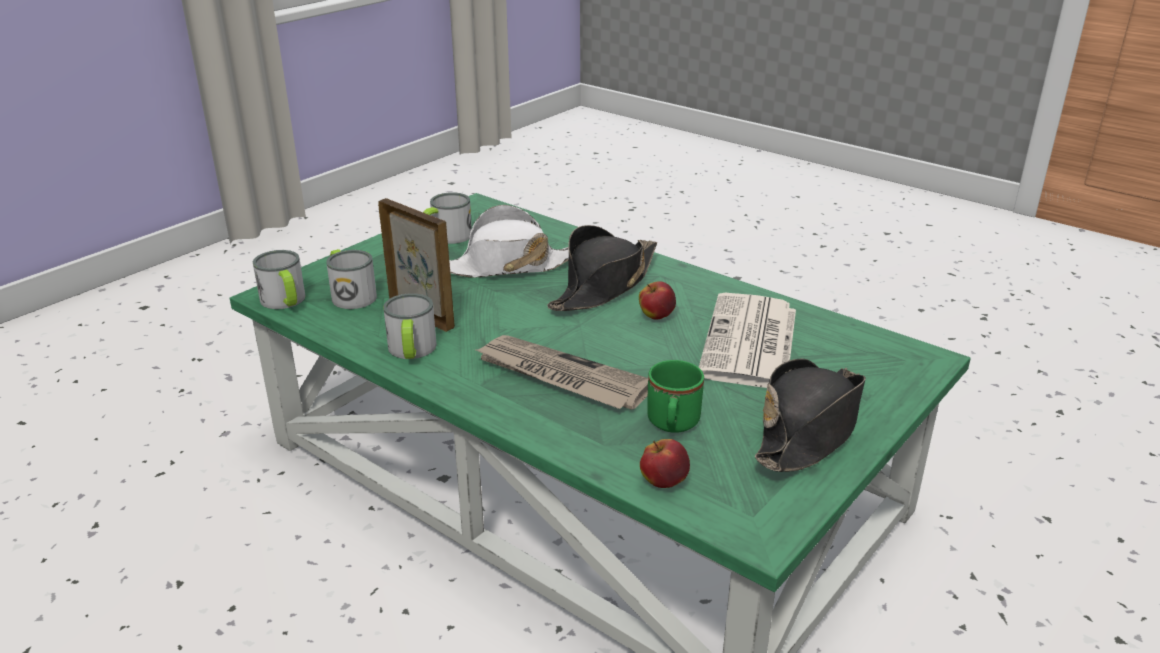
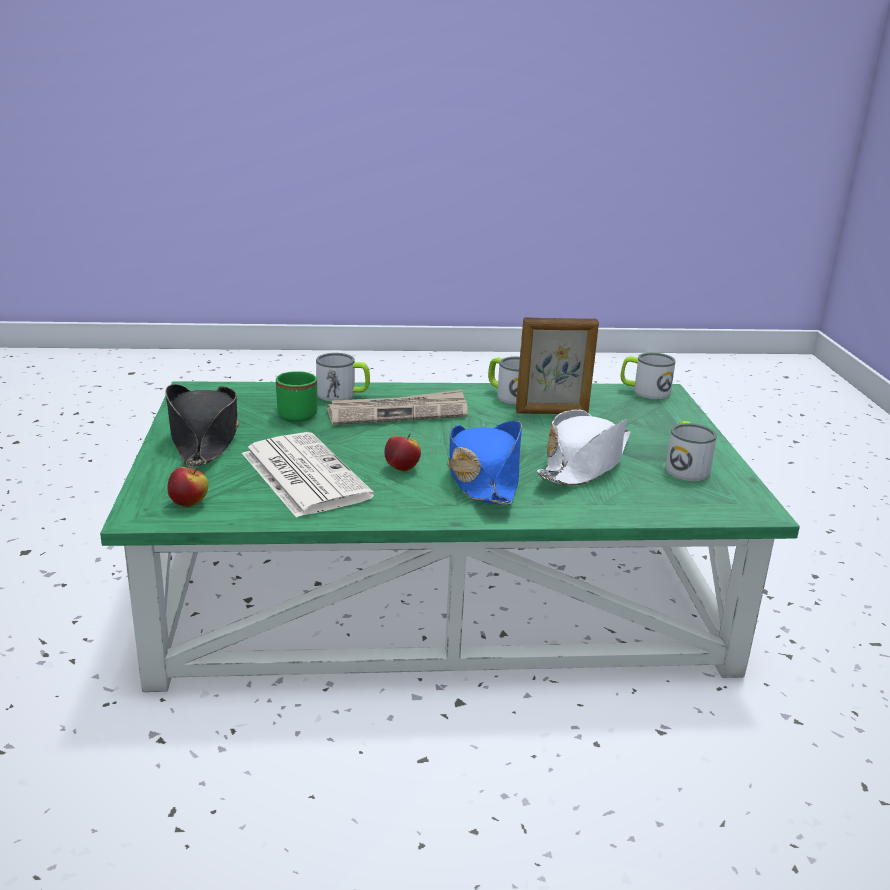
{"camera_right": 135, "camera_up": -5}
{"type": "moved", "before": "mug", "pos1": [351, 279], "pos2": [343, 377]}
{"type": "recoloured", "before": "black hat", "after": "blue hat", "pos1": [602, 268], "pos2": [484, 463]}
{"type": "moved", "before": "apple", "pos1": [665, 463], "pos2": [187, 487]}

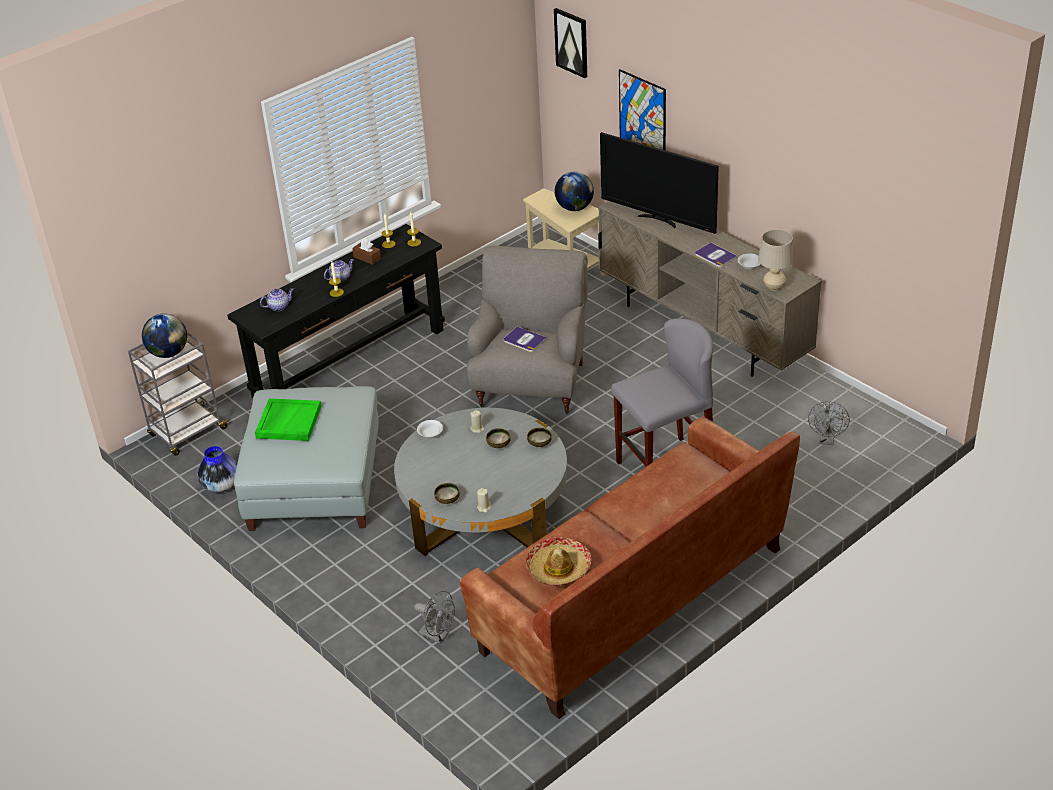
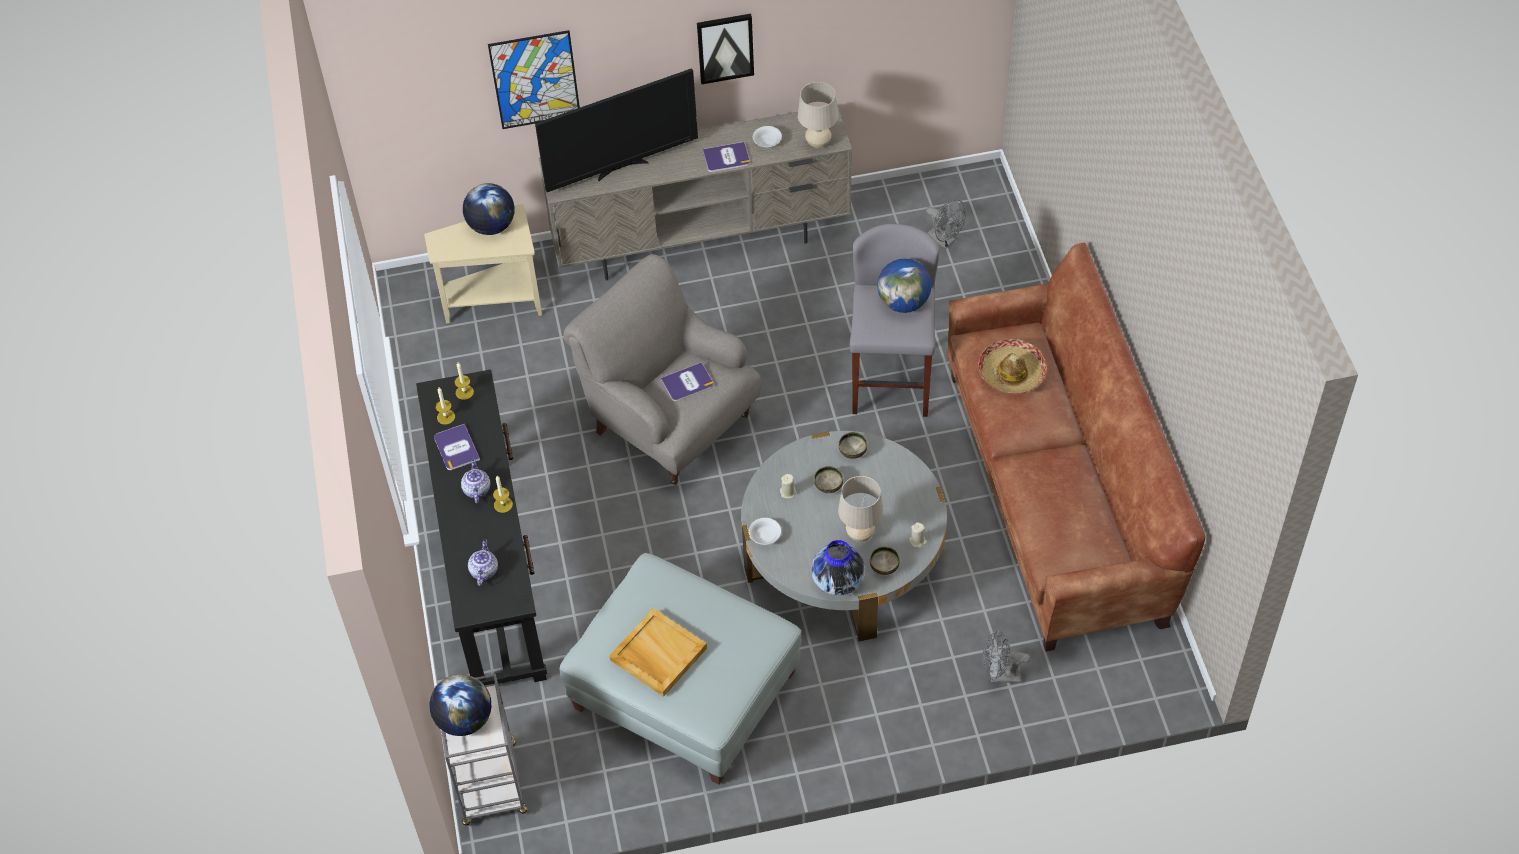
{"camera_right": -60, "camera_up": 15}
{"type": "moved", "before": "vase", "pos1": [217, 469], "pos2": [838, 568]}
{"type": "recoloured", "before": "green tray", "after": "beige tray", "pos1": [288, 419], "pos2": [658, 652]}
{"type": "replaced", "before": "brown tissue box", "after": "book", "pos1": [366, 252], "pos2": [457, 447]}
{"type": "turned", "before": "grey fan", "pos1": [434, 617], "pos2": [1006, 656], "turn": -150}
{"type": "moved", "before": "hat", "pos1": [559, 561], "pos2": [1012, 366]}
{"type": "moved", "before": "picture", "pos1": [570, 43], "pos2": [725, 49]}
{"type": "added", "after": "beige table lamp", "pos2": [860, 509]}
{"type": "added", "after": "globe", "pos2": [904, 286]}

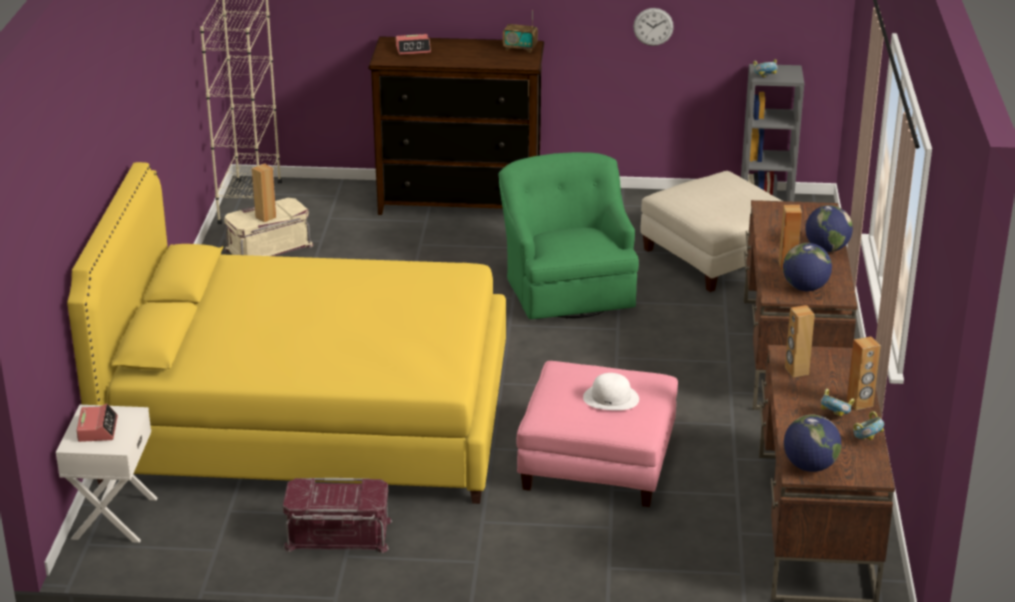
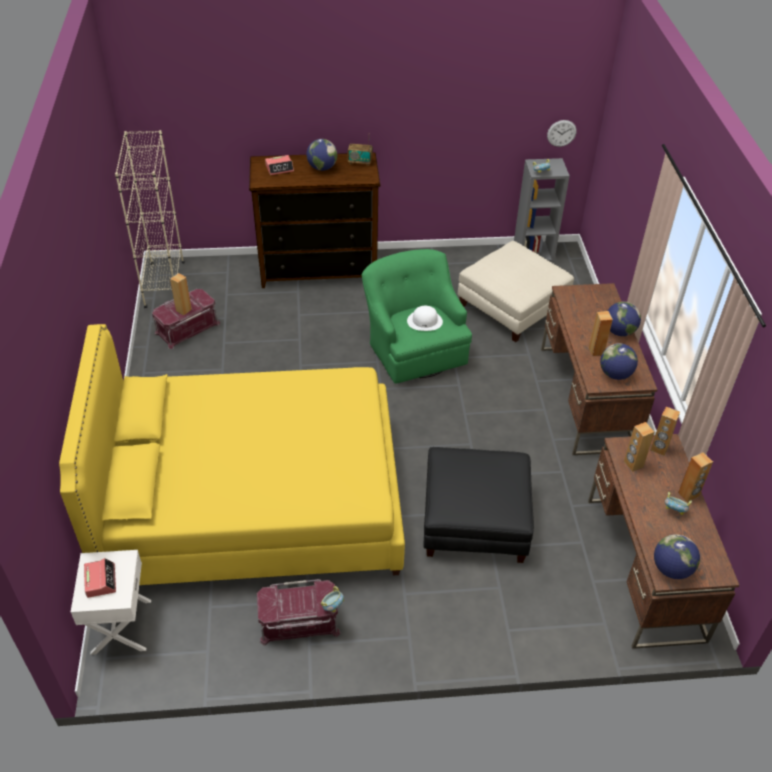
{"camera_right": -10, "camera_up": 15}
{"type": "recoloured", "before": "beige storage box", "after": "red storage box", "pos1": [268, 227], "pos2": [186, 319]}
{"type": "recoloured", "before": "pink ottoman", "after": "black ottoman", "pos1": [597, 434], "pos2": [478, 505]}
{"type": "moved", "before": "white hat", "pos1": [611, 391], "pos2": [425, 318]}
{"type": "moved", "before": "wall clock", "pos1": [653, 27], "pos2": [562, 133]}
{"type": "moved", "before": "bowl", "pos1": [868, 425], "pos2": [332, 599]}
{"type": "added", "after": "globe", "pos2": [321, 155]}
{"type": "added", "after": "brown speaker", "pos2": [665, 431]}

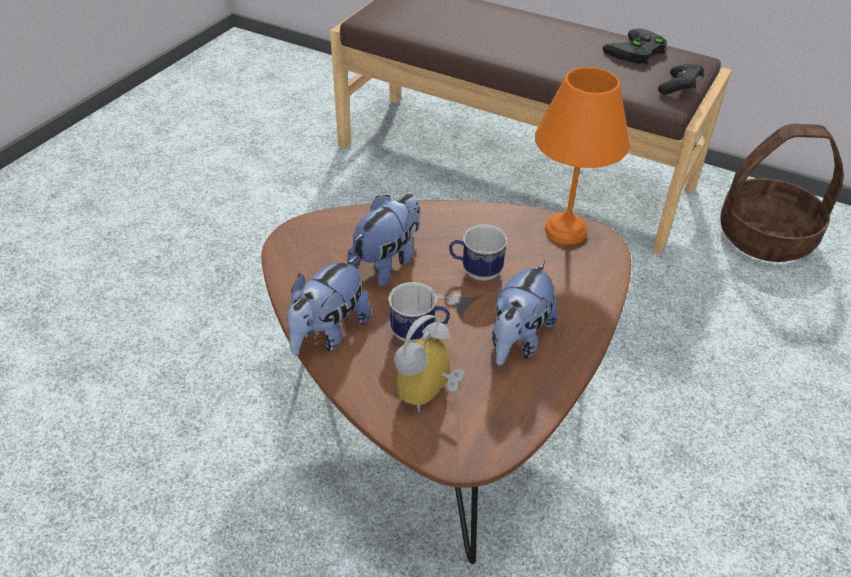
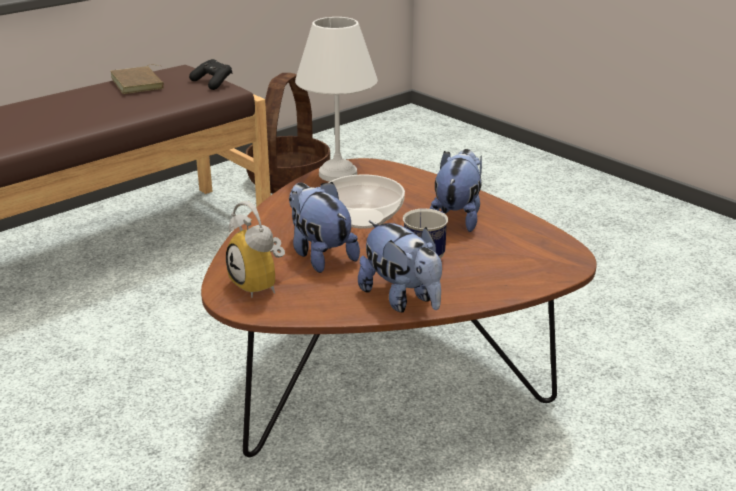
{"camera_right": -70, "camera_up": -15}
{"type": "moved", "before": "alarm clock", "pos1": [429, 363], "pos2": [255, 249]}
{"type": "replaced", "before": "mug", "after": "bowl", "pos1": [478, 253], "pos2": [366, 201]}
{"type": "turned", "before": "plush toy", "pos1": [525, 313], "pos2": [455, 190], "turn": -120}
{"type": "recoloured", "before": "orange table lamp", "after": "white table lamp", "pos1": [582, 156], "pos2": [336, 99]}
{"type": "replaced", "before": "black game controller", "after": "brown book", "pos1": [635, 46], "pos2": [137, 79]}

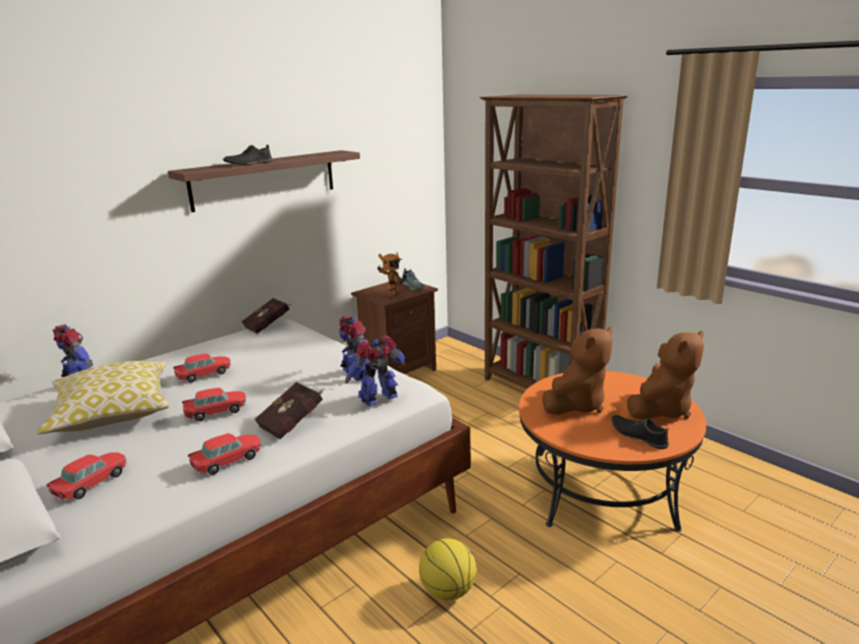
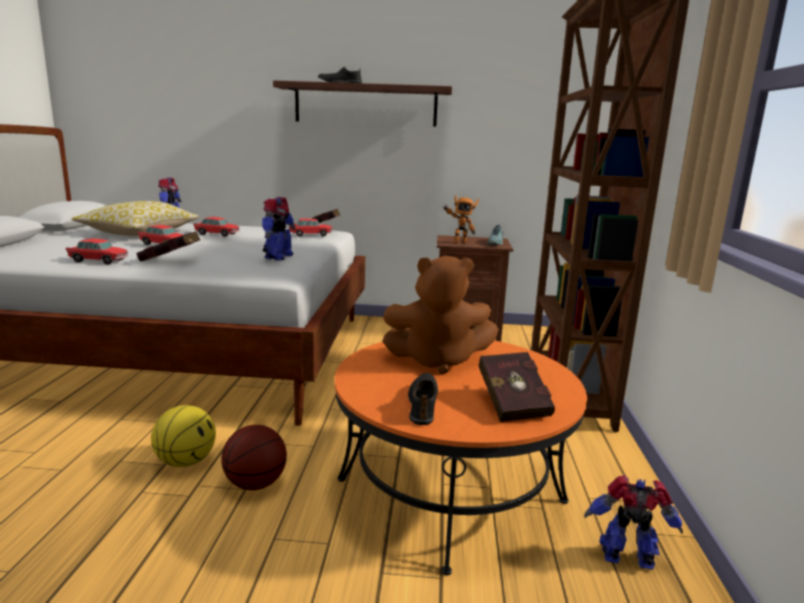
{"camera_right": 45, "camera_up": -5}
{"type": "moved", "before": "toy car", "pos1": [86, 476], "pos2": [310, 227]}
{"type": "moved", "before": "toy robot", "pos1": [375, 371], "pos2": [633, 523]}
{"type": "replaced", "before": "brown plush toy", "after": "red book", "pos1": [665, 375], "pos2": [516, 387]}
{"type": "added", "after": "basketball", "pos2": [254, 457]}

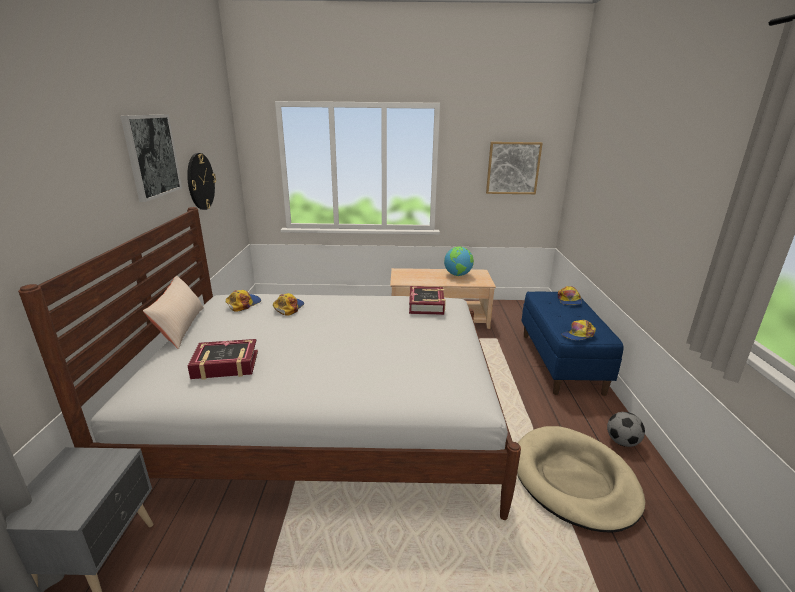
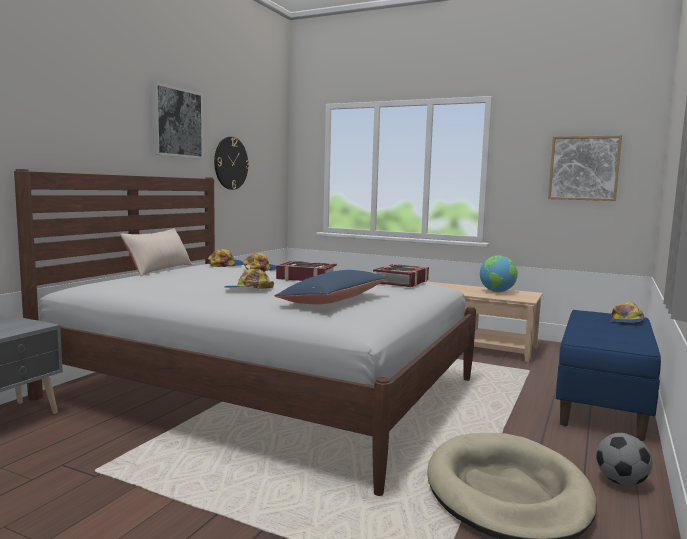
{"camera_right": 25, "camera_up": -15}
{"type": "moved", "before": "book", "pos1": [223, 359], "pos2": [306, 271]}
{"type": "moved", "before": "cap", "pos1": [578, 330], "pos2": [249, 279]}
{"type": "added", "after": "blue pillow", "pos2": [331, 287]}

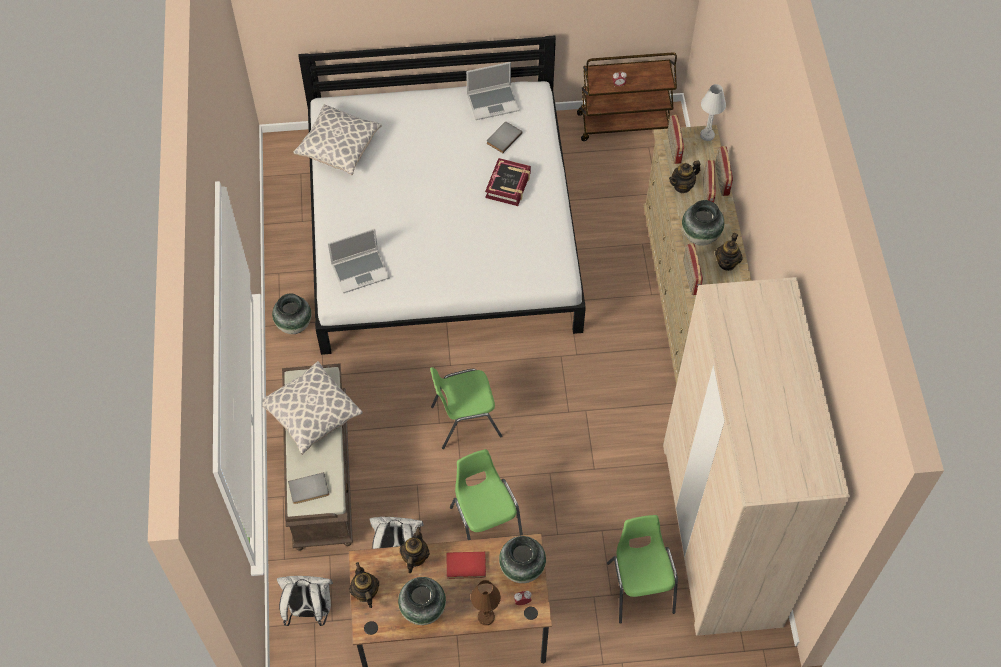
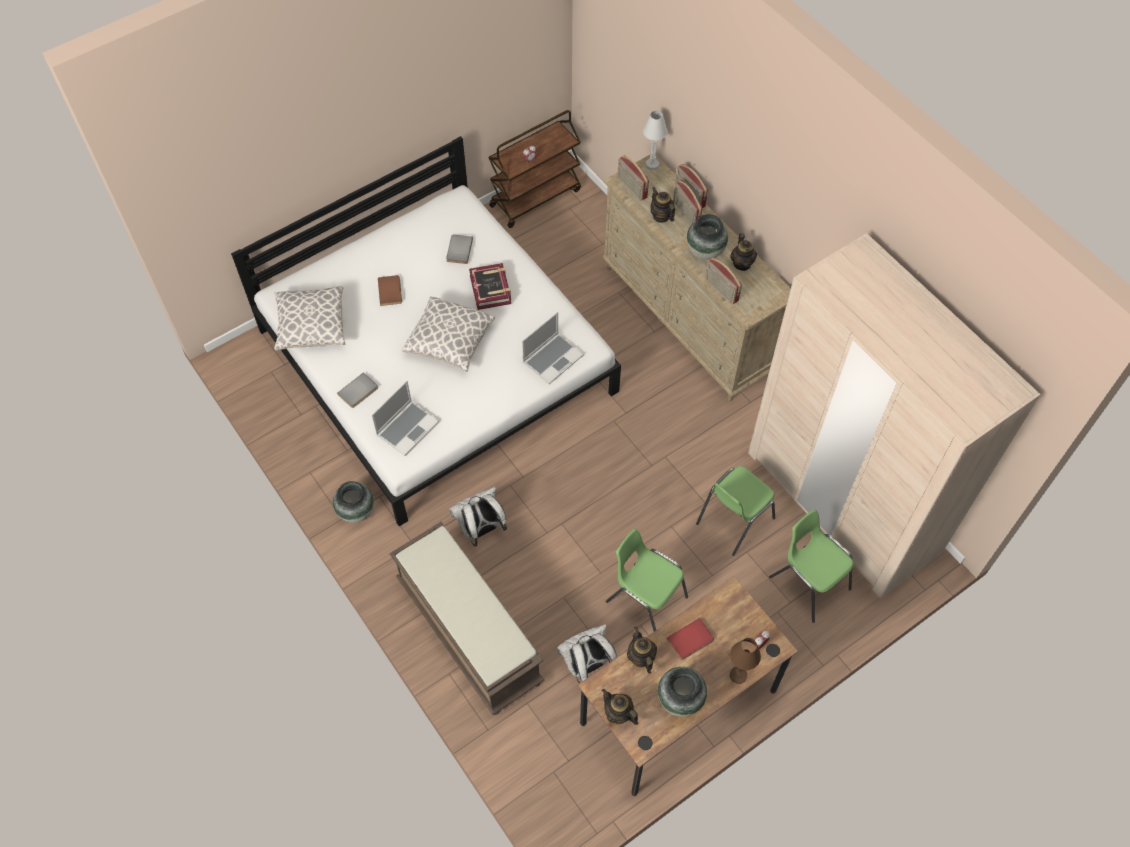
{"camera_right": -30, "camera_up": 0}
{"type": "moved", "before": "pillow", "pos1": [312, 408], "pos2": [448, 334]}
{"type": "moved", "before": "white backpack", "pos1": [305, 601], "pos2": [478, 516]}
{"type": "moved", "before": "grey book", "pos1": [308, 488], "pos2": [357, 390]}
{"type": "moved", "before": "green chair", "pos1": [466, 408], "pos2": [735, 511]}
{"type": "moved", "before": "laptop", "pos1": [493, 91], "pos2": [553, 348]}
{"type": "removed", "before": "vase", "pos1": [522, 559]}
{"type": "turned", "before": "teapot", "pos1": [685, 176], "pos2": [662, 205], "turn": 120}
{"type": "added", "after": "brown book", "pos2": [390, 290]}

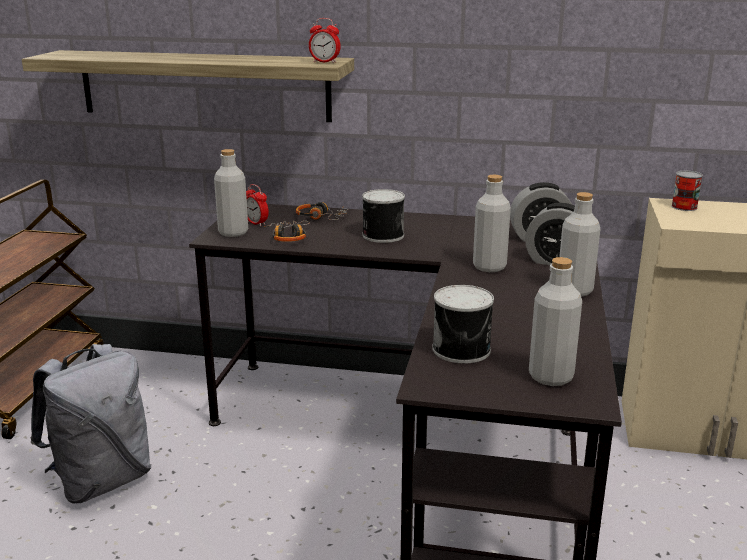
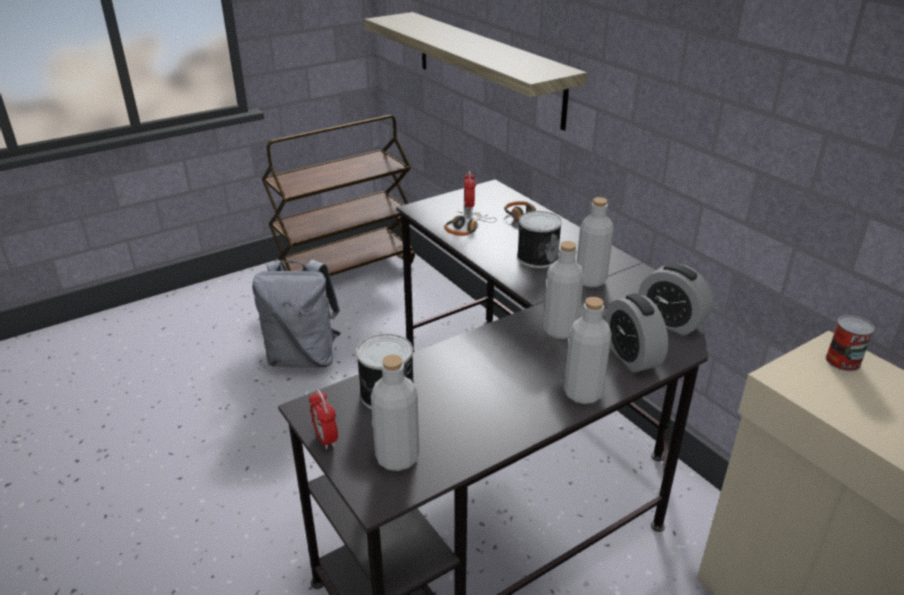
{"camera_right": 45, "camera_up": 10}
{"type": "moved", "before": "grey bottle", "pos1": [231, 193], "pos2": [595, 242]}
{"type": "moved", "before": "alarm clock", "pos1": [325, 40], "pos2": [323, 419]}

